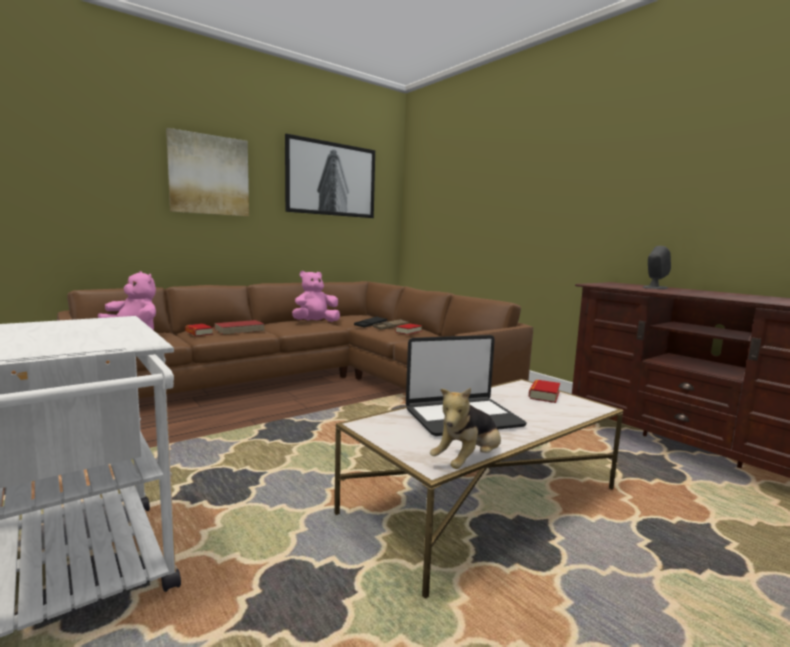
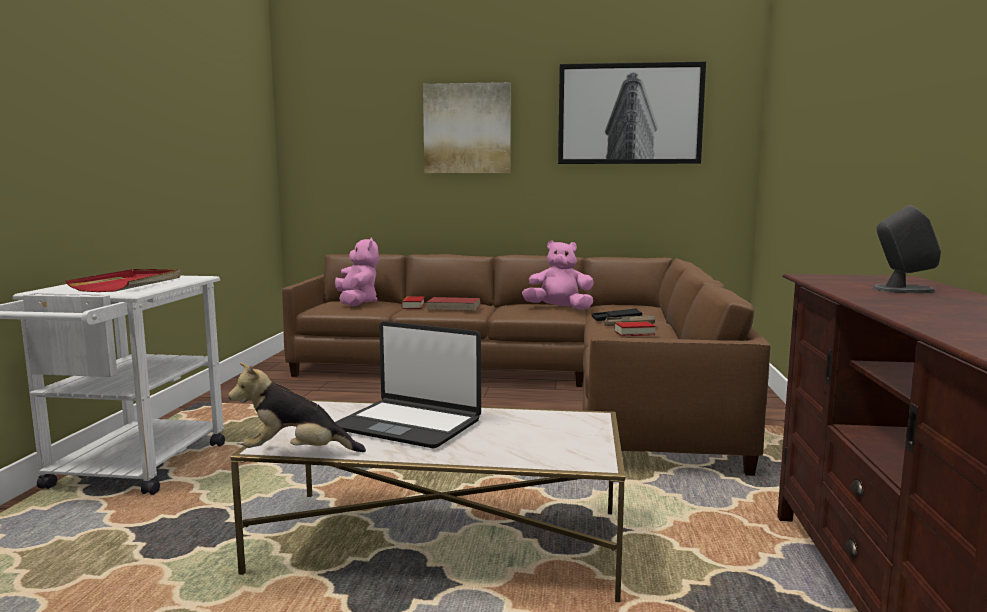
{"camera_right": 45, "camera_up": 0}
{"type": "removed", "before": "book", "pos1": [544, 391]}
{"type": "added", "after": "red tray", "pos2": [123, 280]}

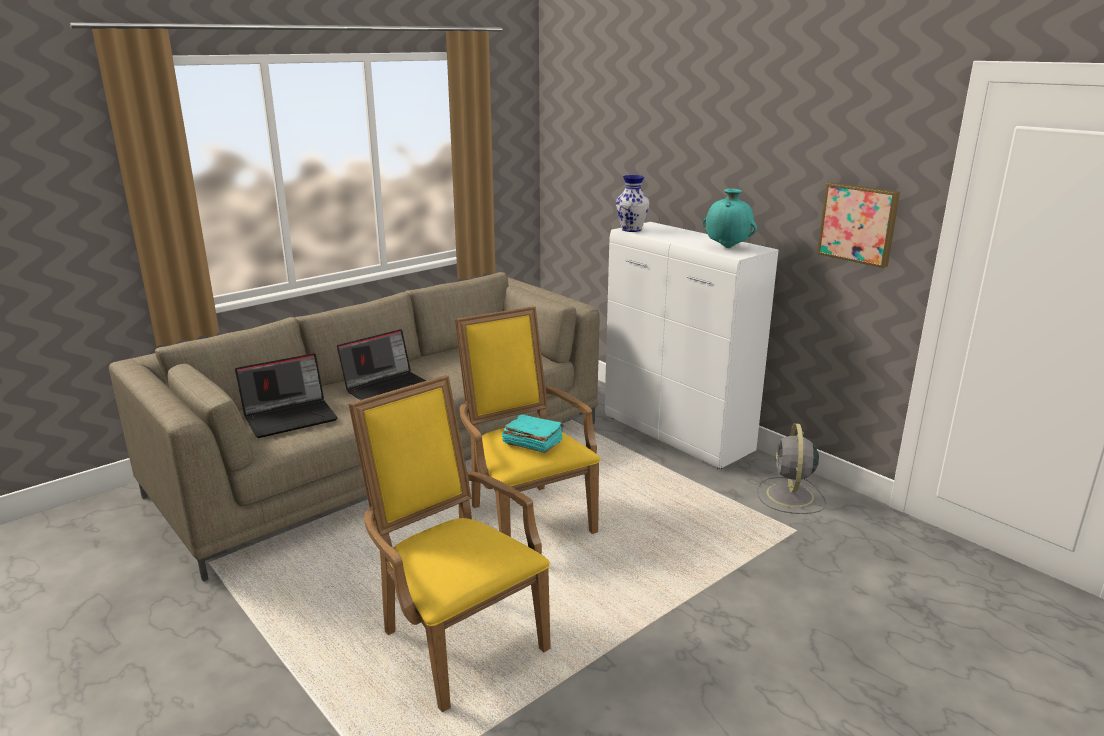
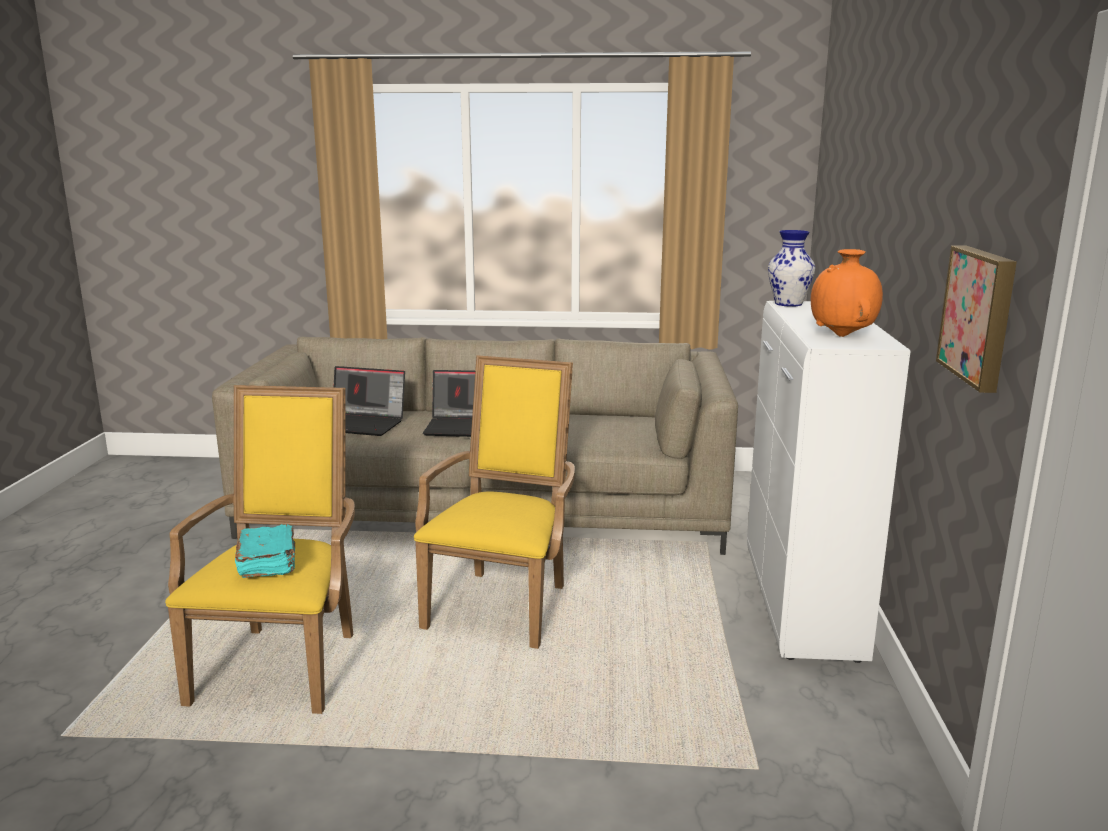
{"camera_right": 45, "camera_up": -5}
{"type": "moved", "before": "turquoise book", "pos1": [533, 433], "pos2": [265, 551]}
{"type": "recoloured", "before": "turquoise vase", "after": "orange vase", "pos1": [730, 218], "pos2": [847, 293]}
{"type": "removed", "before": "grey fan", "pos1": [791, 468]}

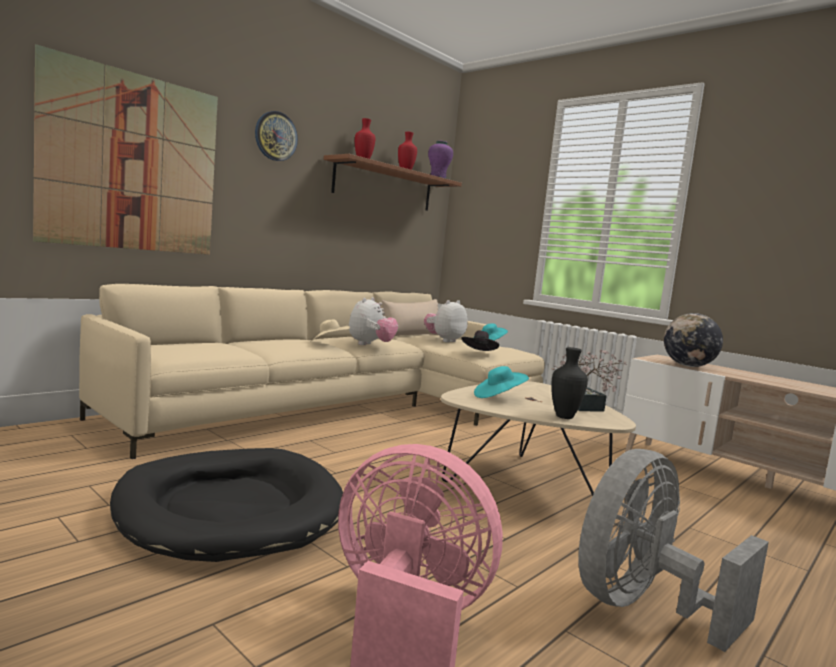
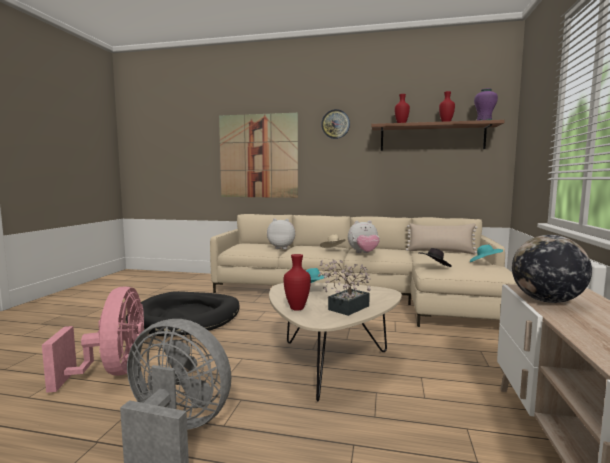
{"camera_right": 60, "camera_up": 0}
{"type": "moved", "before": "plush toy", "pos1": [446, 321], "pos2": [281, 233]}
{"type": "recoloured", "before": "black vase", "after": "red vase", "pos1": [569, 383], "pos2": [297, 282]}

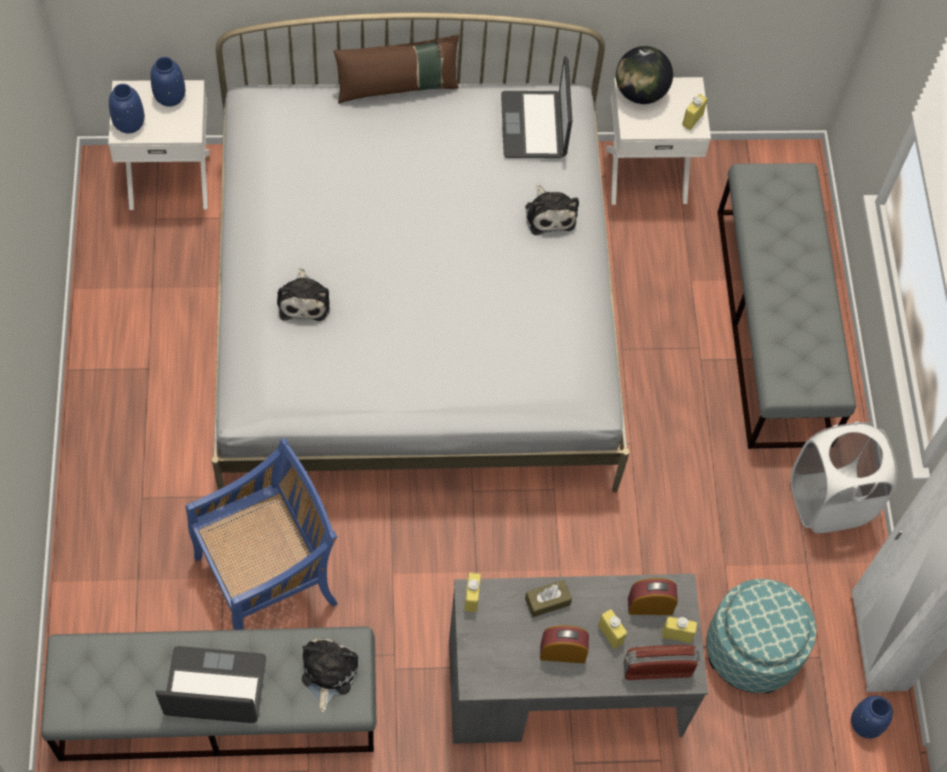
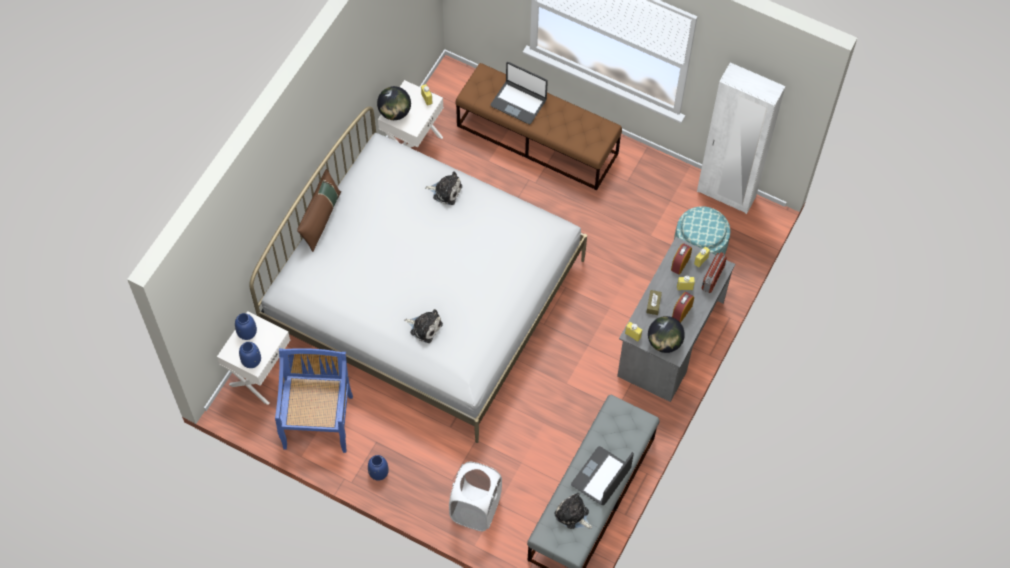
{"camera_right": -55, "camera_up": 0}
{"type": "moved", "before": "blue chair", "pos1": [262, 534], "pos2": [314, 400]}
{"type": "moved", "before": "plush toy", "pos1": [330, 675], "pos2": [573, 511]}
{"type": "moved", "before": "laptop", "pos1": [536, 107], "pos2": [519, 93]}
{"type": "recoloured", "before": "grey bench", "after": "brown bench", "pos1": [786, 306], "pos2": [538, 126]}
{"type": "moved", "before": "white laundry basket", "pos1": [844, 477], "pos2": [475, 496]}
{"type": "moved", "before": "blue vase", "pos1": [872, 717], "pos2": [378, 468]}
{"type": "added", "after": "globe", "pos2": [666, 334]}

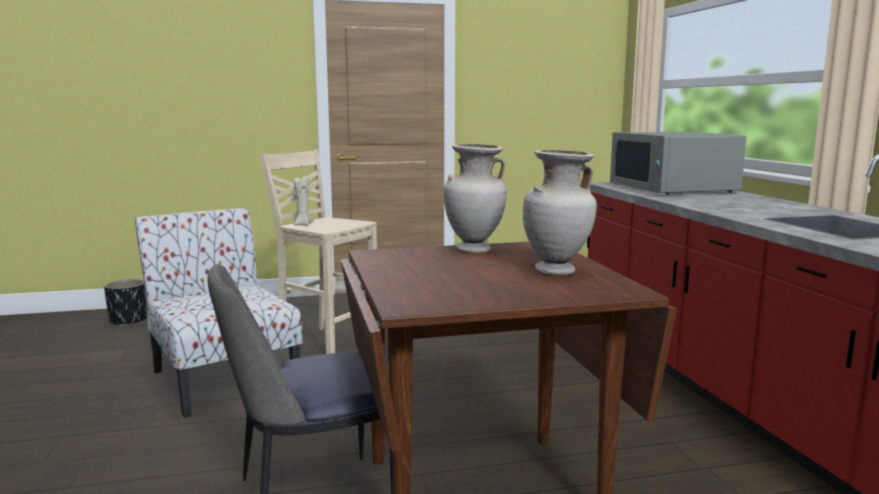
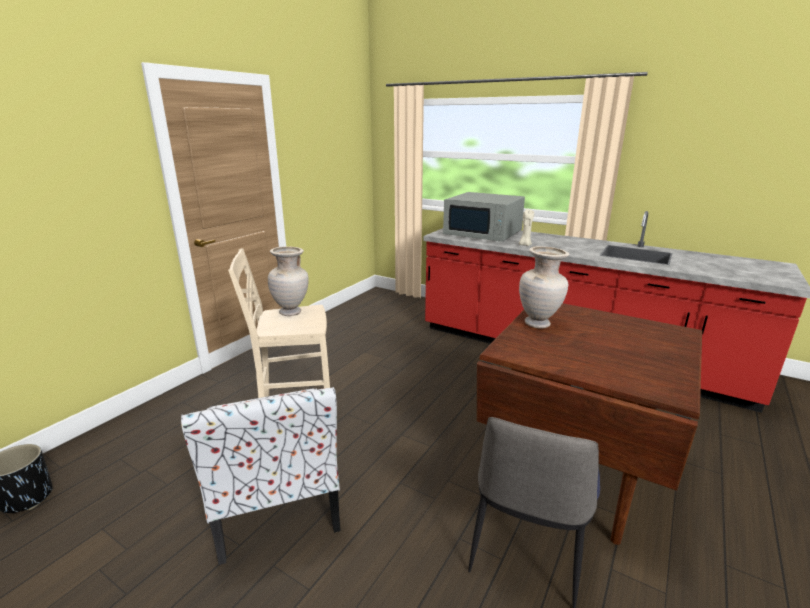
{"camera_right": -45, "camera_up": 10}
{"type": "turned", "before": "chair", "pos1": [218, 313], "pos2": [261, 476], "turn": -120}
{"type": "moved", "before": "beige candle", "pos1": [304, 201], "pos2": [526, 227]}
{"type": "moved", "before": "beige vase", "pos1": [560, 212], "pos2": [288, 281]}

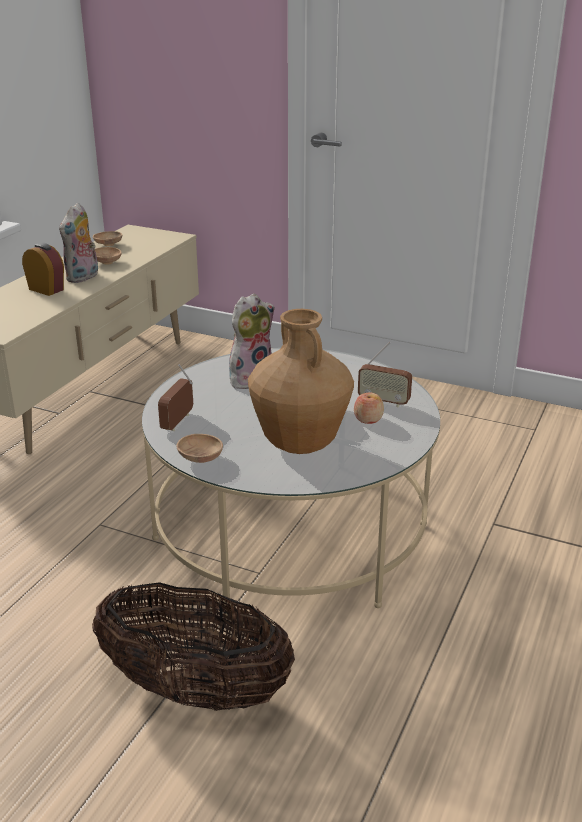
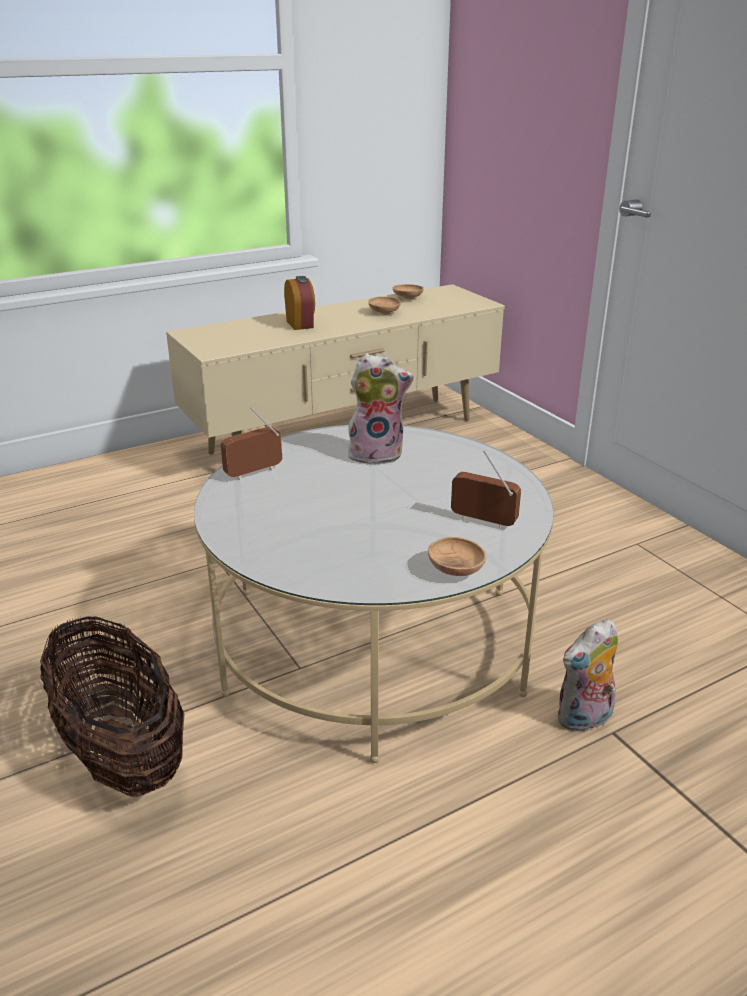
{"camera_right": 35, "camera_up": 0}
{"type": "moved", "before": "plush toy", "pos1": [78, 243], "pos2": [587, 675]}
{"type": "moved", "before": "brown bowl", "pos1": [199, 448], "pos2": [457, 556]}
{"type": "removed", "before": "brown vase", "pos1": [301, 381]}
{"type": "removed", "before": "apple", "pos1": [369, 408]}
{"type": "turned", "before": "radio", "pos1": [385, 375], "pos2": [486, 490], "turn": 150}

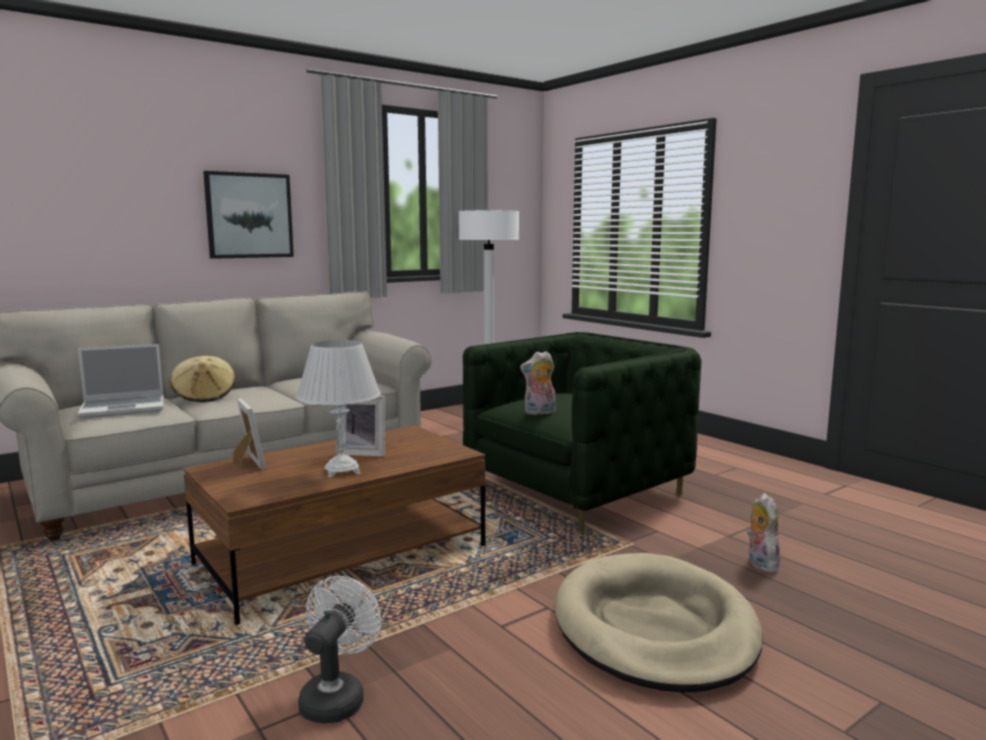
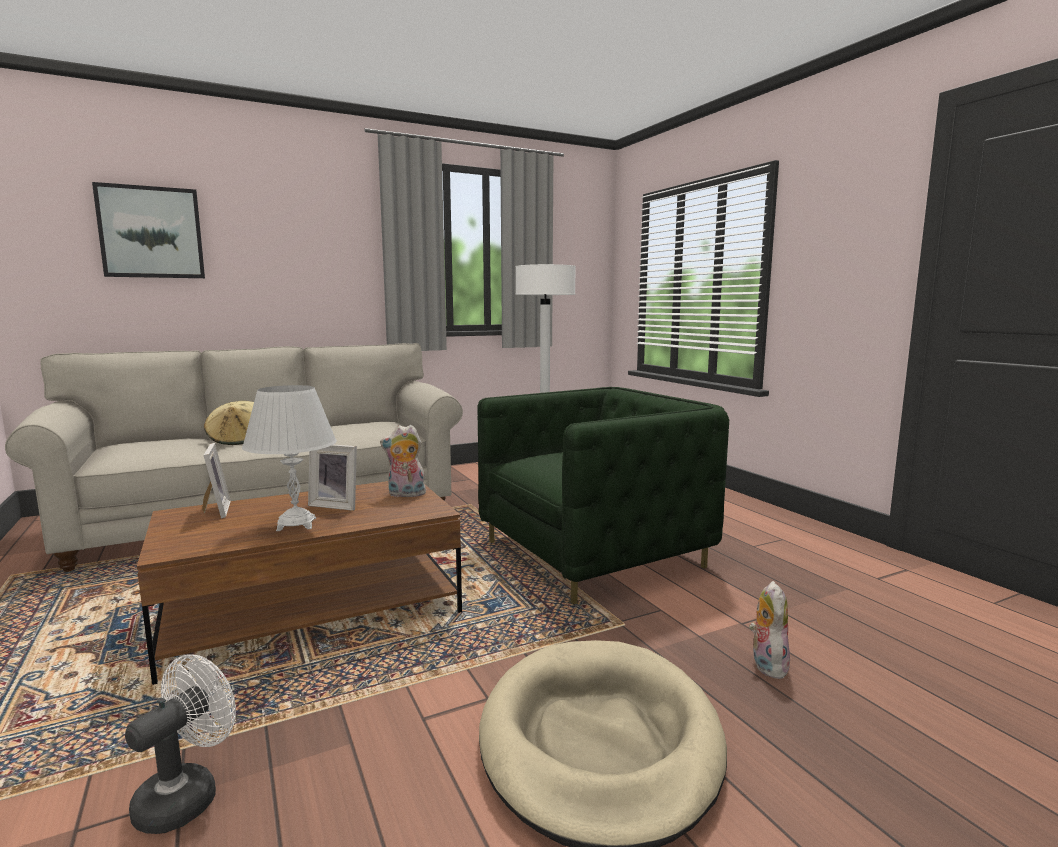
{"camera_right": 10, "camera_up": 0}
{"type": "removed", "before": "laptop", "pos1": [120, 381]}
{"type": "moved", "before": "picture", "pos1": [248, 215], "pos2": [148, 230]}
{"type": "moved", "before": "plush toy", "pos1": [538, 383], "pos2": [403, 461]}

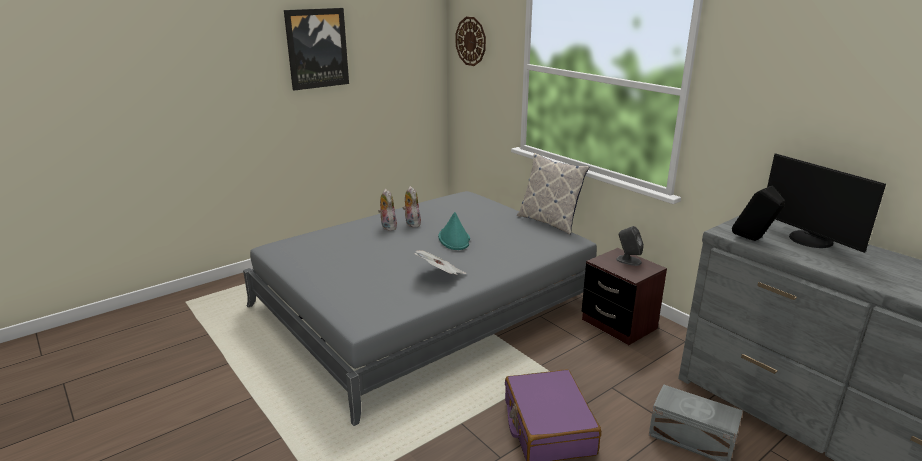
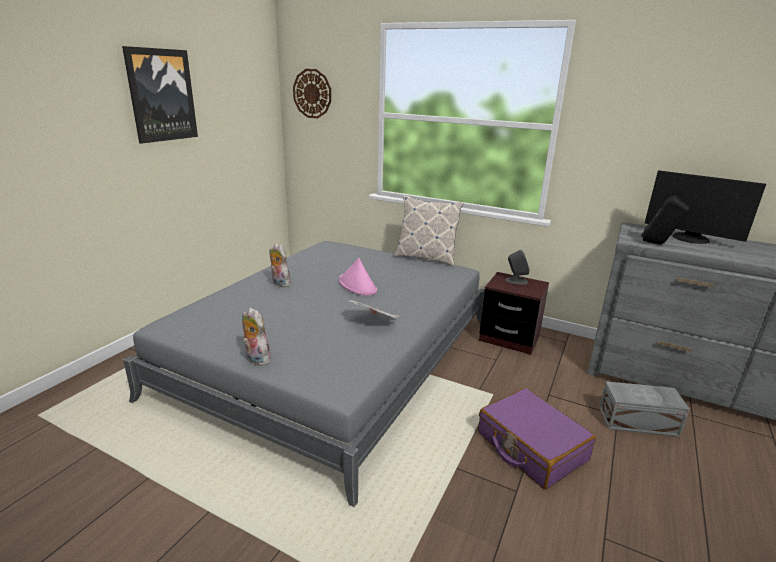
{"camera_right": -25, "camera_up": 0}
{"type": "moved", "before": "plush toy", "pos1": [412, 206], "pos2": [256, 337]}
{"type": "recoloured", "before": "turquoise hat", "after": "pink hat", "pos1": [454, 231], "pos2": [358, 277]}

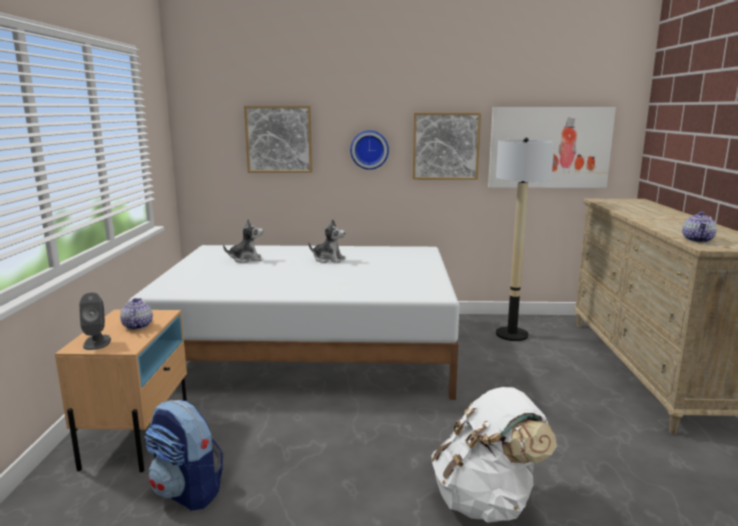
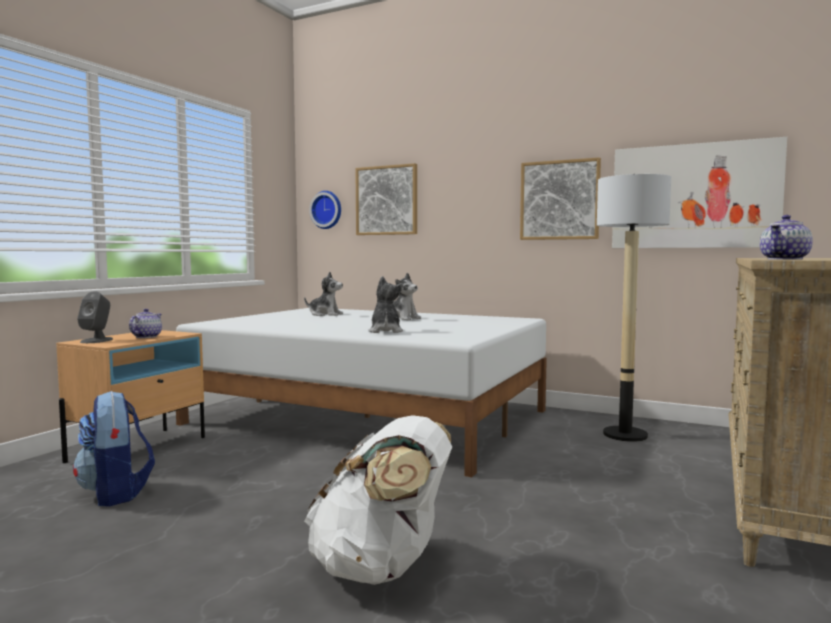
{"camera_right": 25, "camera_up": -10}
{"type": "moved", "before": "wall clock", "pos1": [369, 150], "pos2": [325, 210]}
{"type": "added", "after": "plush toy", "pos2": [385, 304]}

